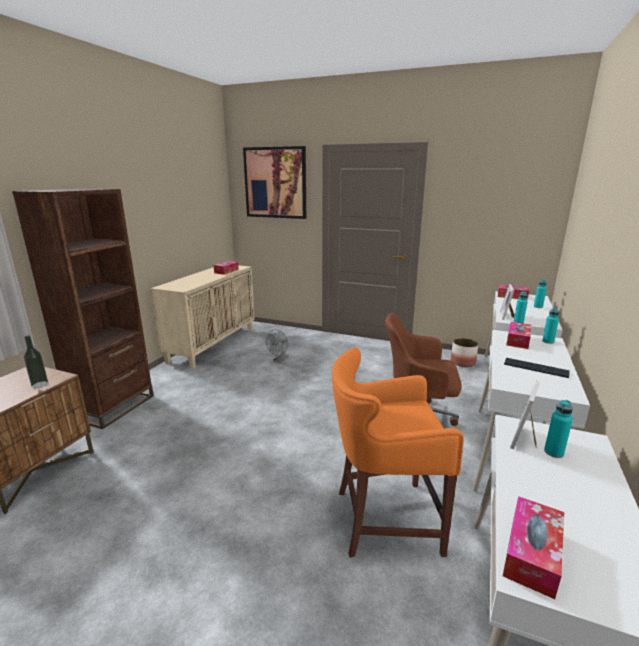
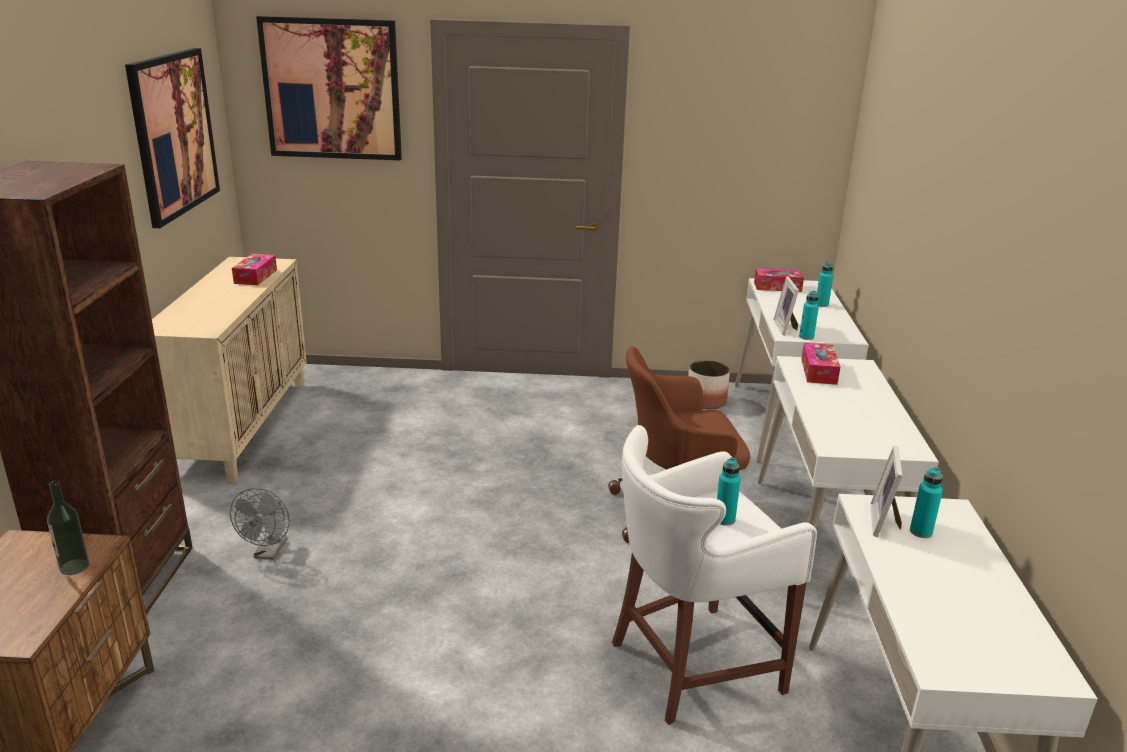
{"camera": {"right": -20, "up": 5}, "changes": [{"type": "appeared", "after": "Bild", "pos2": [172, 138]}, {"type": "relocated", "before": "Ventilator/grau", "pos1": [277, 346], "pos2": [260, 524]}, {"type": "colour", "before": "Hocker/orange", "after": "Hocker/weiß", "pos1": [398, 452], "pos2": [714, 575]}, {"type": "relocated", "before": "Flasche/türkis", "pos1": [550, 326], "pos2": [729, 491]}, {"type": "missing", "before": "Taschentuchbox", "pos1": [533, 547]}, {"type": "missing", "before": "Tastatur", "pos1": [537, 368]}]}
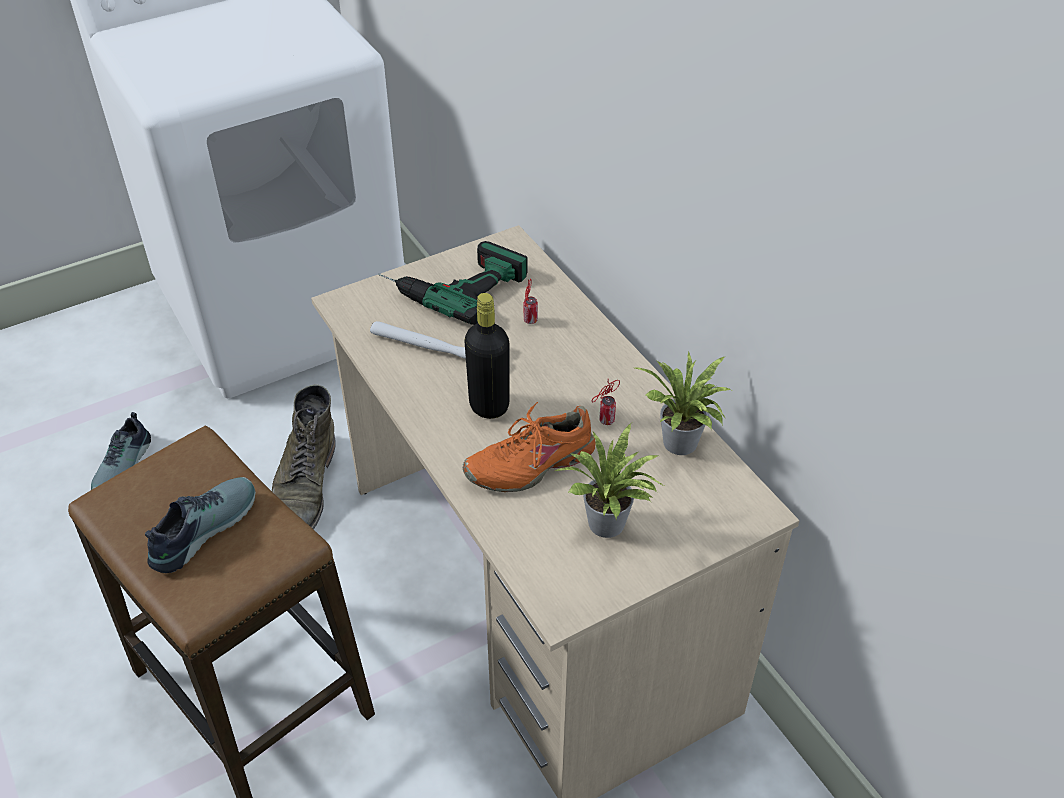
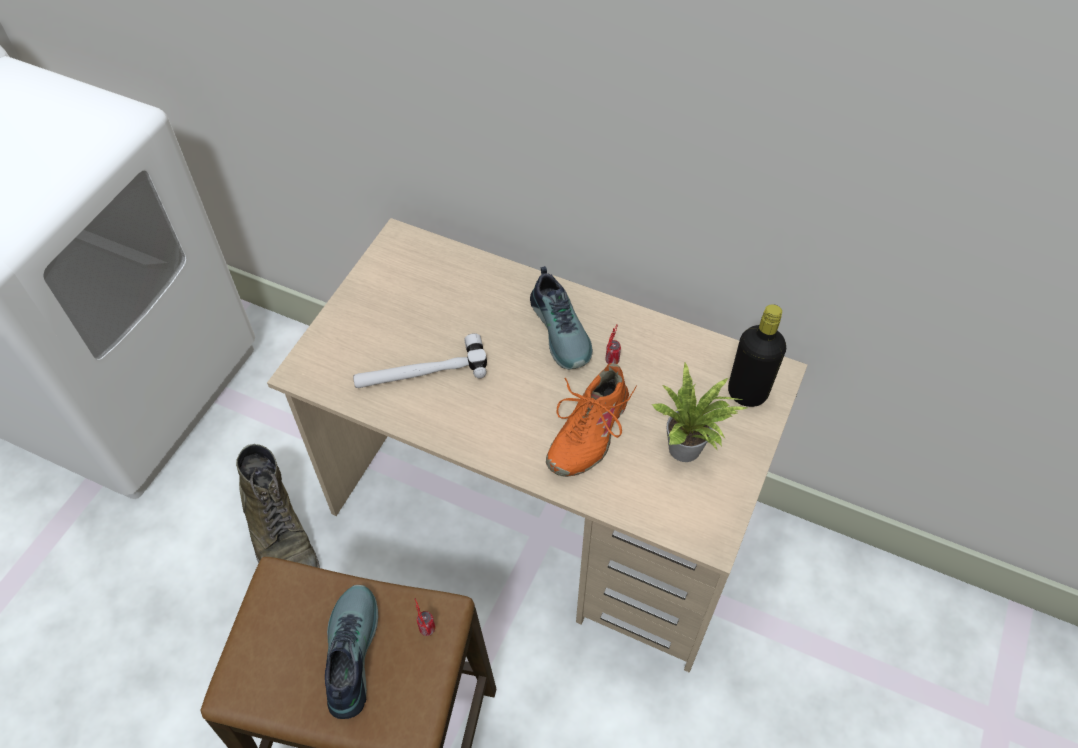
{"camera": {"right": -35, "up": 10}, "changes": [{"type": "relocated", "before": "Dose", "pos1": [531, 301], "pos2": [425, 617]}, {"type": "relocated", "before": "Schuh", "pos1": [121, 451], "pos2": [561, 318]}, {"type": "relocated", "before": "Flasche/schwarz", "pos1": [486, 356], "pos2": [757, 355]}, {"type": "missing", "before": "Bohrmaschine", "pos1": [453, 283]}, {"type": "missing", "before": "Topfpflanze", "pos1": [683, 403]}]}
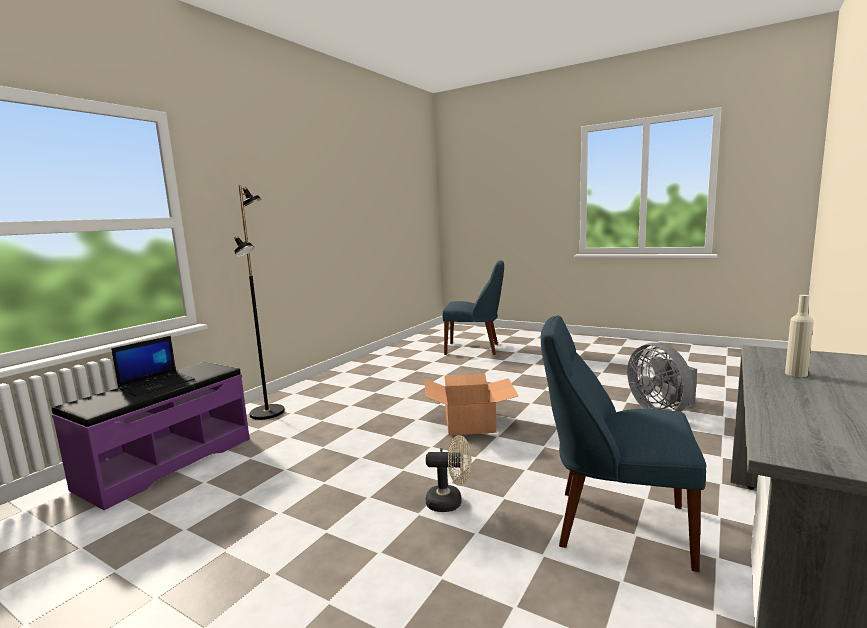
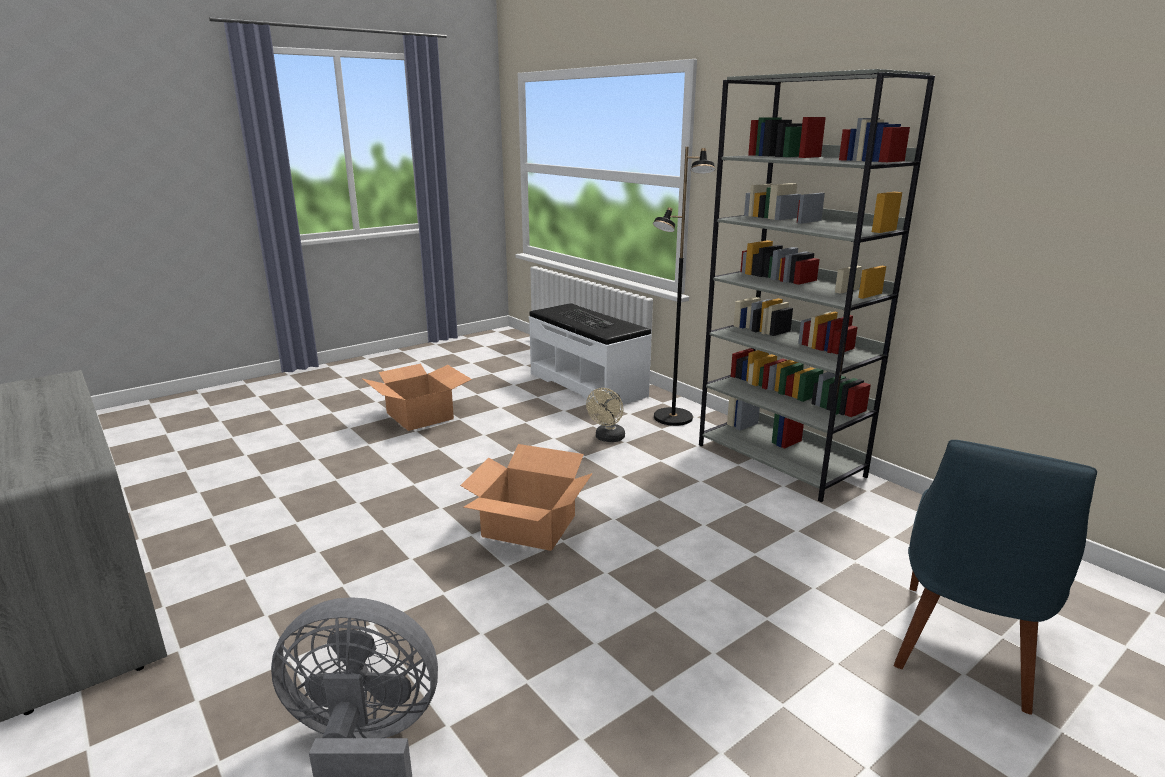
{"camera": {"right": 110, "up": 10}, "changes": [{"type": "appeared", "after": "Karton", "pos2": [417, 397]}, {"type": "colour", "before": "Bank/lila", "after": "Bank/weiß", "pos1": [151, 436], "pos2": [590, 354]}, {"type": "exchanged", "before": "Laptop", "after": "Tastatur", "pos1": [153, 366], "pos2": [587, 319]}, {"type": "relocated", "before": "Ventilator/beige", "pos1": [448, 473], "pos2": [605, 415]}, {"type": "appeared", "after": "Bücherregal/grau", "pos2": [817, 285]}, {"type": "missing", "before": "Stuhl/blau", "pos1": [623, 444]}, {"type": "missing", "before": "Flasche/beige", "pos1": [799, 336]}]}
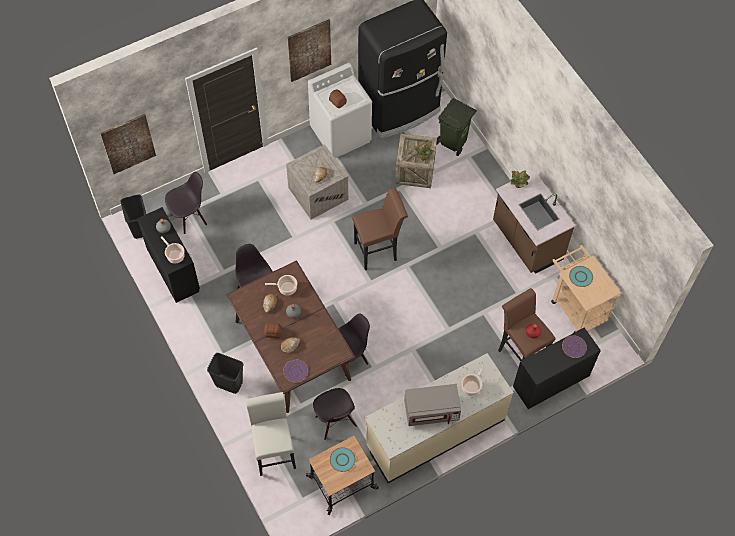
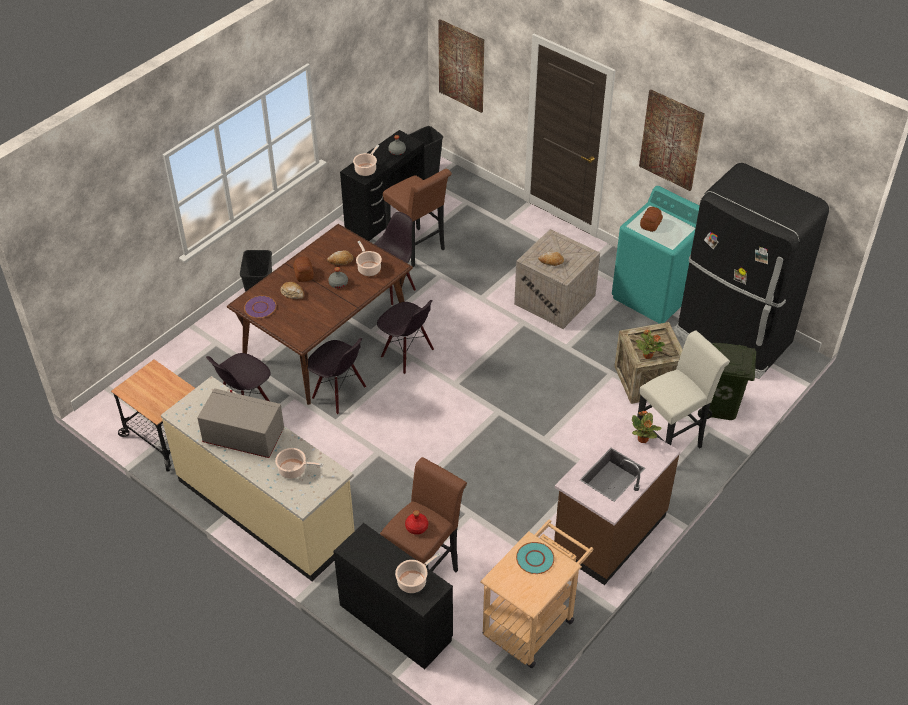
{"camera": {"right": 70, "up": -15}, "changes": [{"type": "spun", "before": "Mikrowelle/grau", "pos1": [432, 405], "pos2": [240, 423], "turn": 135}, {"type": "relocated", "before": "Stuhl/schwarz", "pos1": [186, 203], "pos2": [405, 337]}, {"type": "relocated", "before": "Hocker/braun", "pos1": [380, 229], "pos2": [417, 218]}, {"type": "exchanged", "before": "Teller/lila", "after": "Kochtopf", "pos1": [574, 346], "pos2": [418, 573]}, {"type": "colour", "before": "Waschmaschine/weiß", "after": "Waschmaschine/türkis", "pos1": [340, 110], "pos2": [655, 255]}, {"type": "relocated", "before": "Hocker/weiß", "pos1": [270, 434], "pos2": [683, 389]}, {"type": "missing", "before": "Teller/türkis", "pos1": [342, 459]}]}
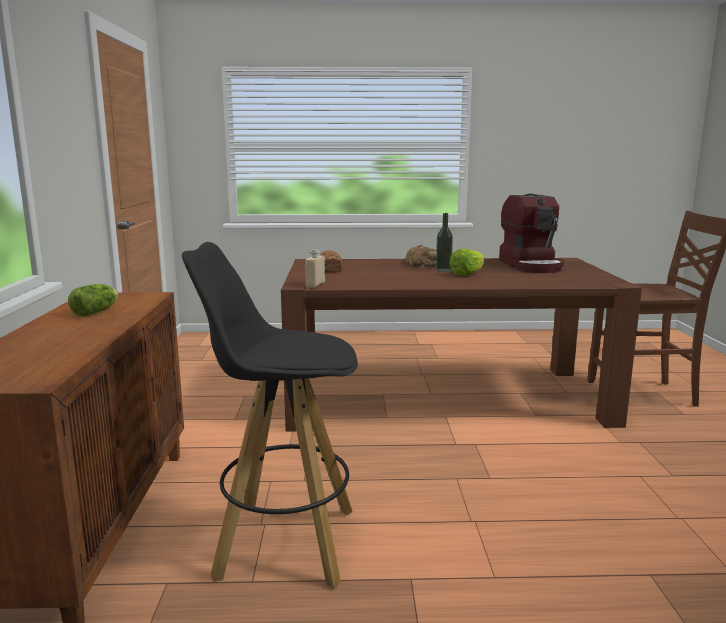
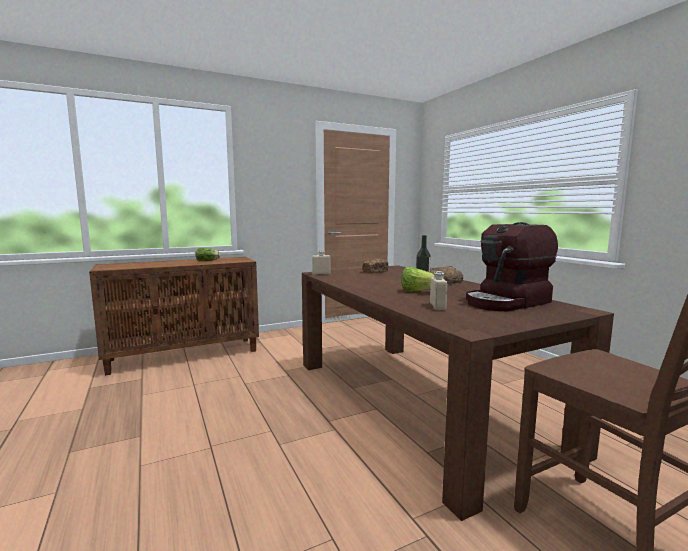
{"camera": {"right": 65, "up": -5}, "changes": [{"type": "appeared", "after": "Flasche/beige", "pos2": [438, 290]}, {"type": "missing", "before": "Hocker/schwarz", "pos1": [270, 415]}]}
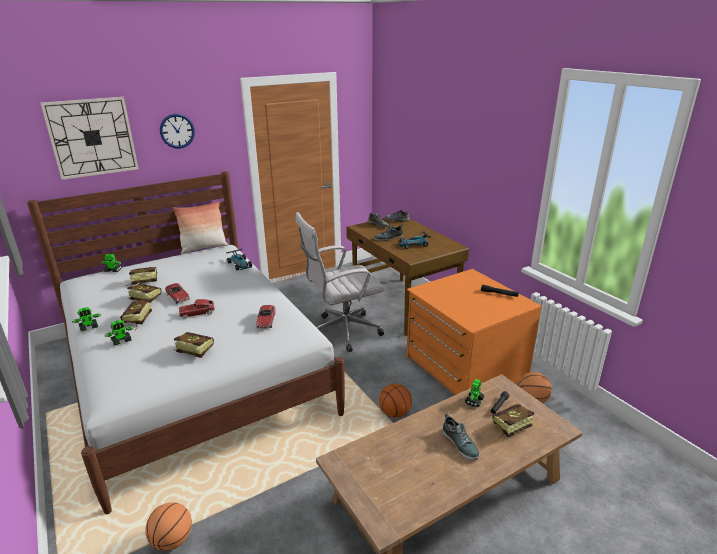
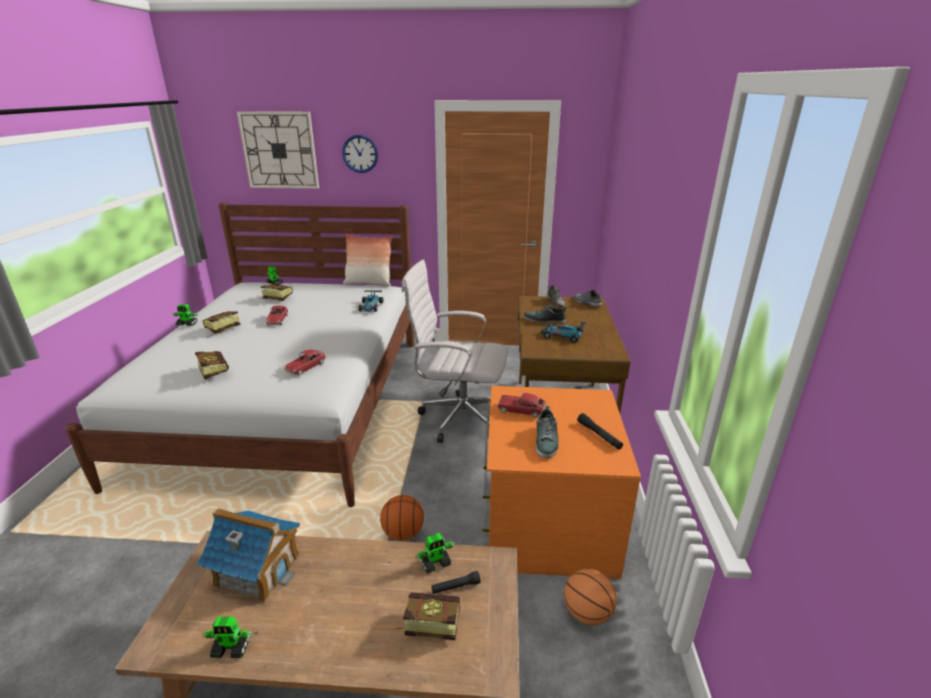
{"camera": {"right": 35, "up": 0}, "changes": [{"type": "appeared", "after": "Spielzeughaus", "pos2": [248, 555]}, {"type": "relocated", "before": "Spielzeugroboter", "pos1": [119, 333], "pos2": [228, 637]}, {"type": "relocated", "before": "Spielzeugauto", "pos1": [197, 309], "pos2": [521, 405]}, {"type": "relocated", "before": "Schuh", "pos1": [460, 437], "pos2": [547, 432]}, {"type": "missing", "before": "Buch", "pos1": [144, 293]}, {"type": "missing", "before": "Basketball", "pos1": [168, 526]}]}
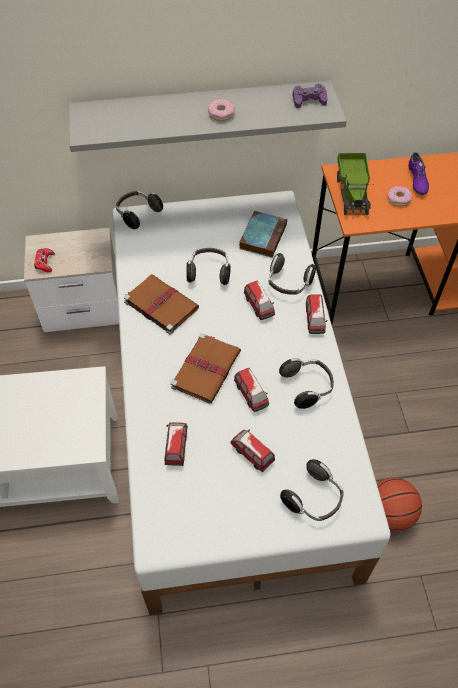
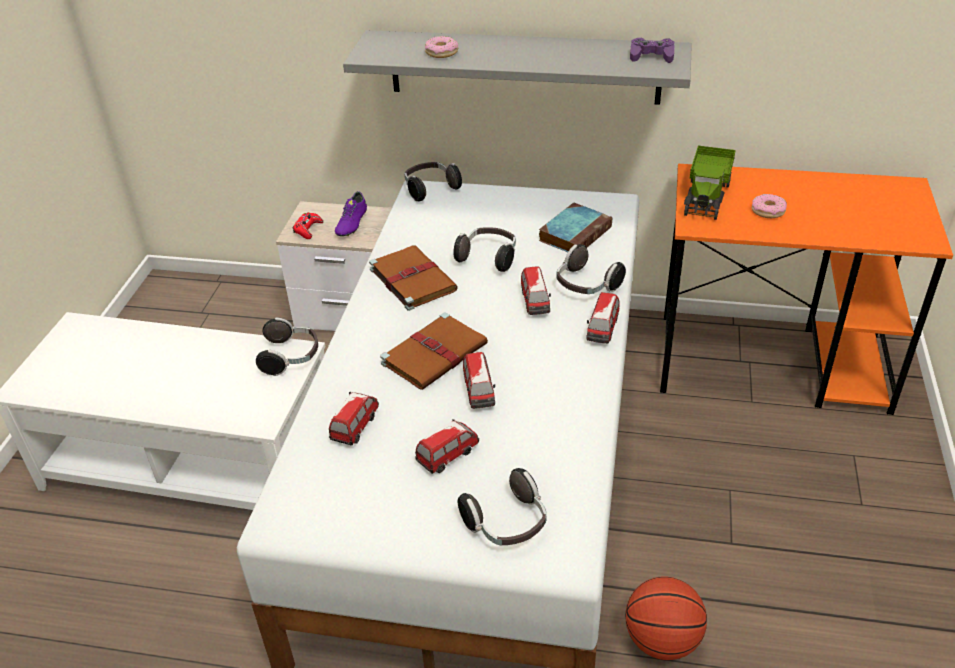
{"camera": {"right": 20, "up": -15}, "changes": [{"type": "relocated", "before": "Kopfhörer", "pos1": [306, 383], "pos2": [287, 346]}, {"type": "relocated", "before": "Schuh/lila", "pos1": [419, 173], "pos2": [351, 213]}, {"type": "spun", "before": "Spielzeugauto", "pos1": [252, 450], "pos2": [447, 446], "turn": 75}, {"type": "relocated", "before": "Donut", "pos1": [221, 110], "pos2": [441, 47]}]}
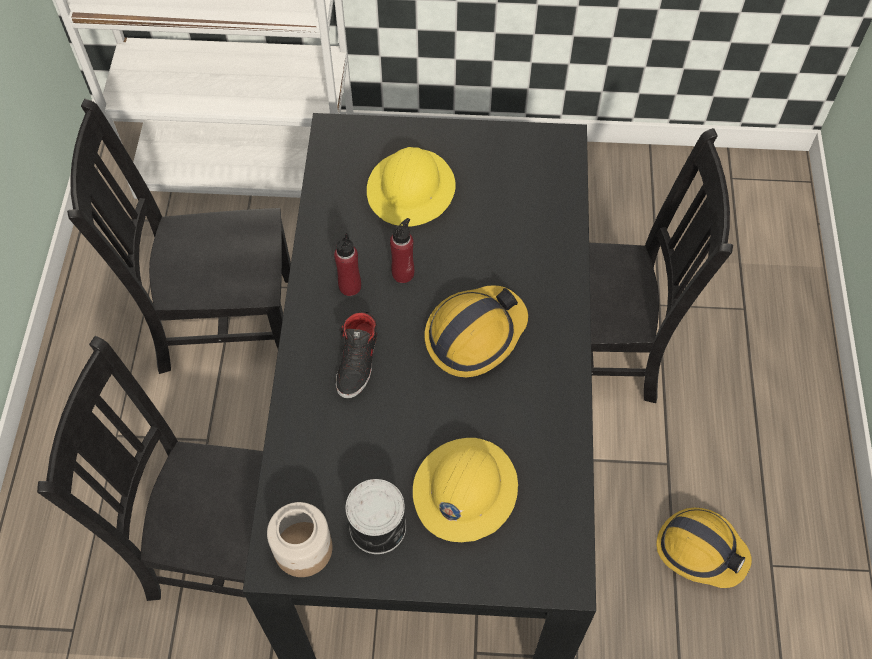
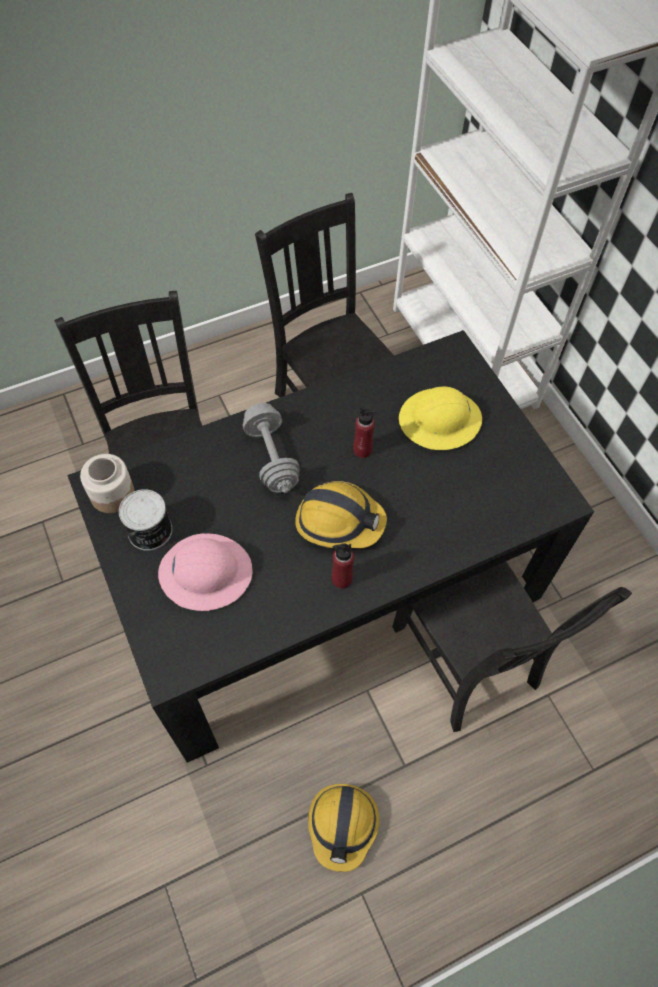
{"camera": {"right": 60, "up": 0}, "changes": [{"type": "colour", "before": "Schutzhelm/gelb", "after": "Schutzhelm/rosa", "pos1": [465, 490], "pos2": [205, 572]}, {"type": "exchanged", "before": "Schuh/schwarz", "after": "Hantel/grau", "pos1": [357, 355], "pos2": [271, 448]}, {"type": "relocated", "before": "Flasche/rot", "pos1": [347, 264], "pos2": [343, 566]}]}
